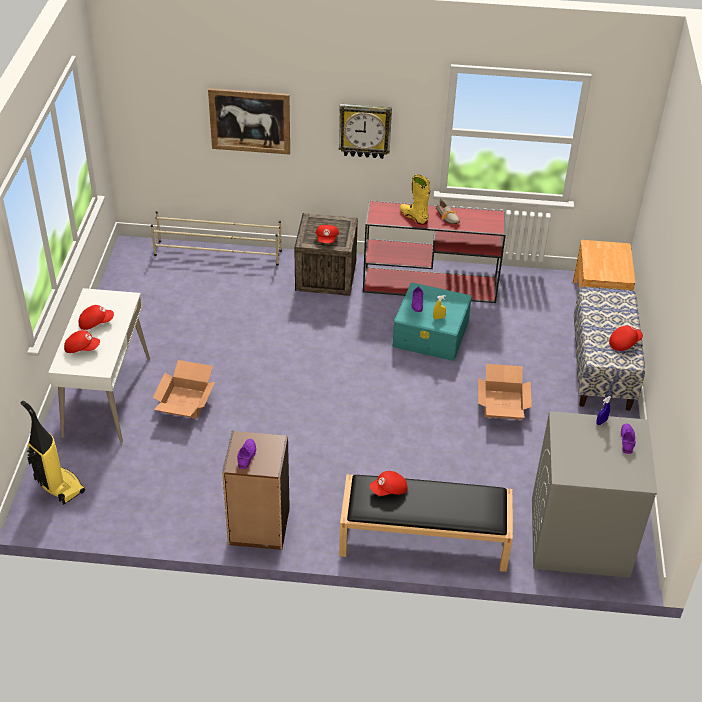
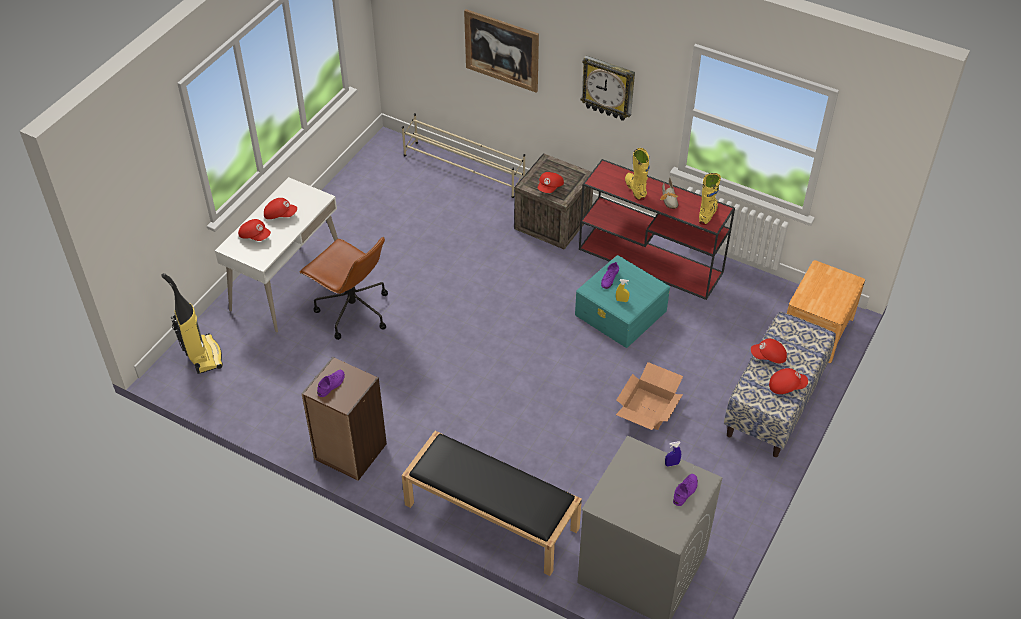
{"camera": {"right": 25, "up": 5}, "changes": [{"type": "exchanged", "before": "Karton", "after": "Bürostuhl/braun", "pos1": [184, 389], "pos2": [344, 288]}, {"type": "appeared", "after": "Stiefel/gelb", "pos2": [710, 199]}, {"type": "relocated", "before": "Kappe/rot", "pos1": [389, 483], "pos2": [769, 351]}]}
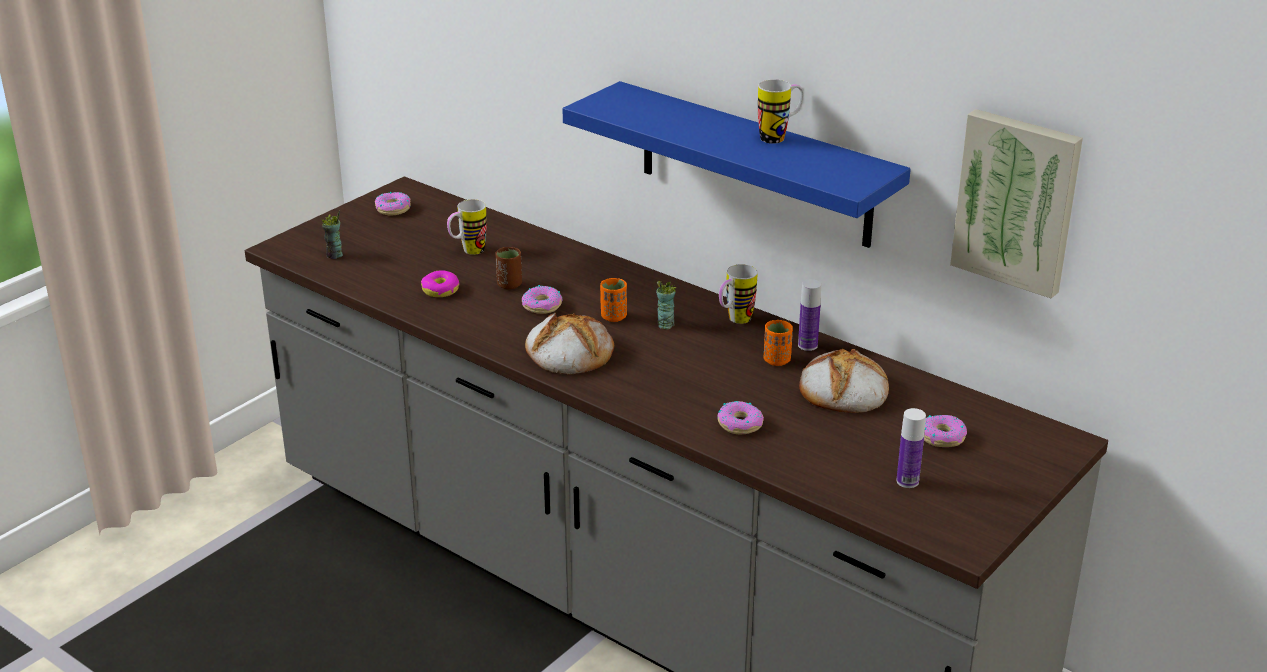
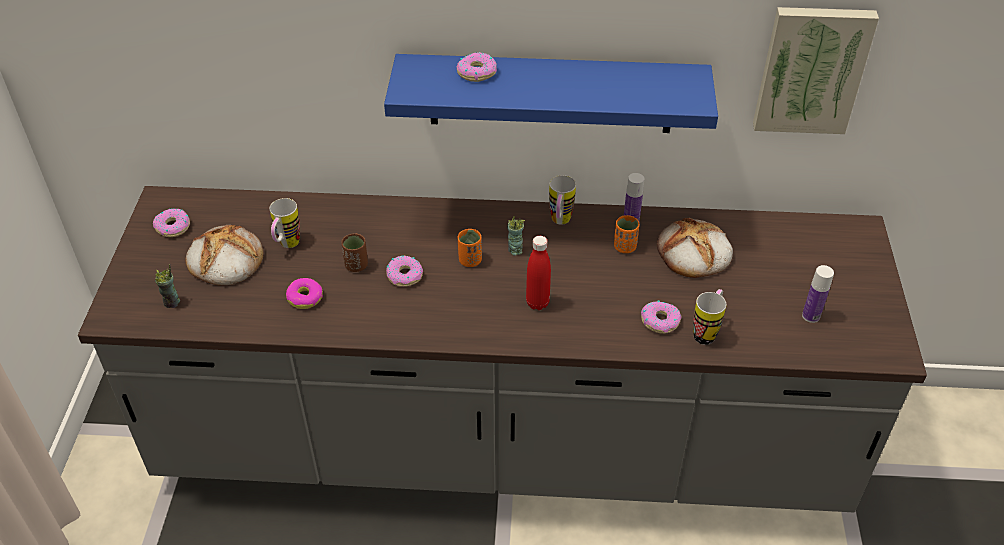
{"camera": {"right": -35, "up": 15}, "changes": [{"type": "relocated", "before": "Brot", "pos1": [569, 344], "pos2": [224, 255]}, {"type": "relocated", "before": "Donut", "pos1": [945, 431], "pos2": [477, 67]}, {"type": "appeared", "after": "Flasche/rot", "pos2": [538, 273]}, {"type": "relocated", "before": "Henkelbecher", "pos1": [781, 111], "pos2": [709, 317]}]}
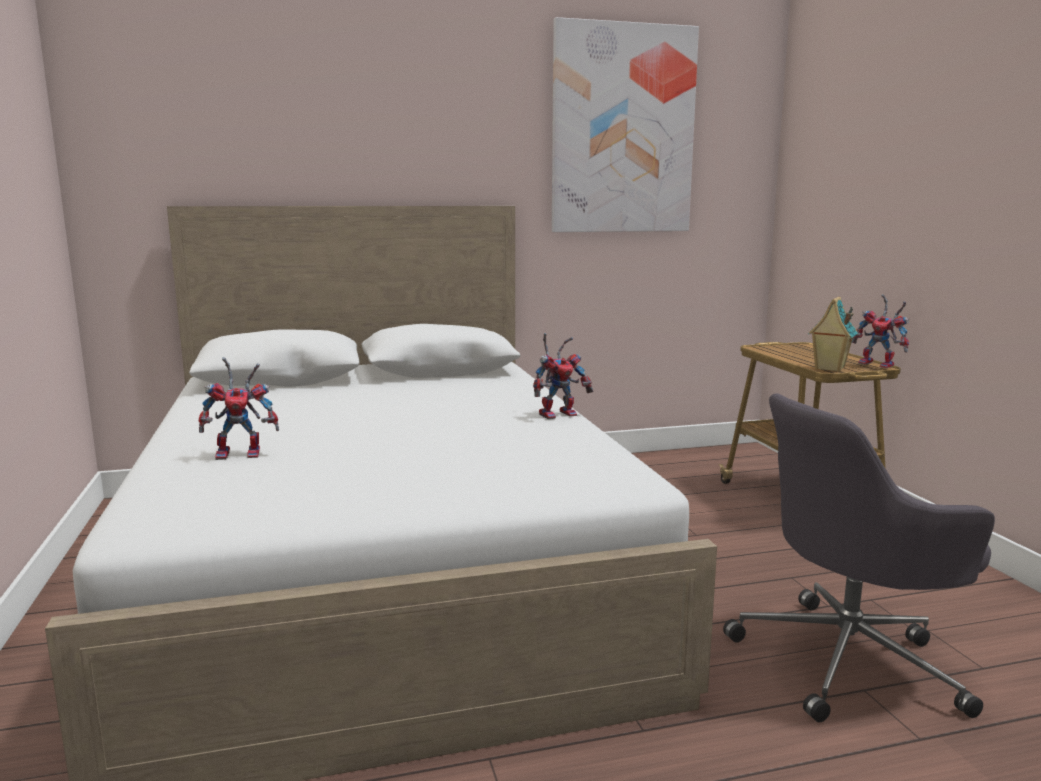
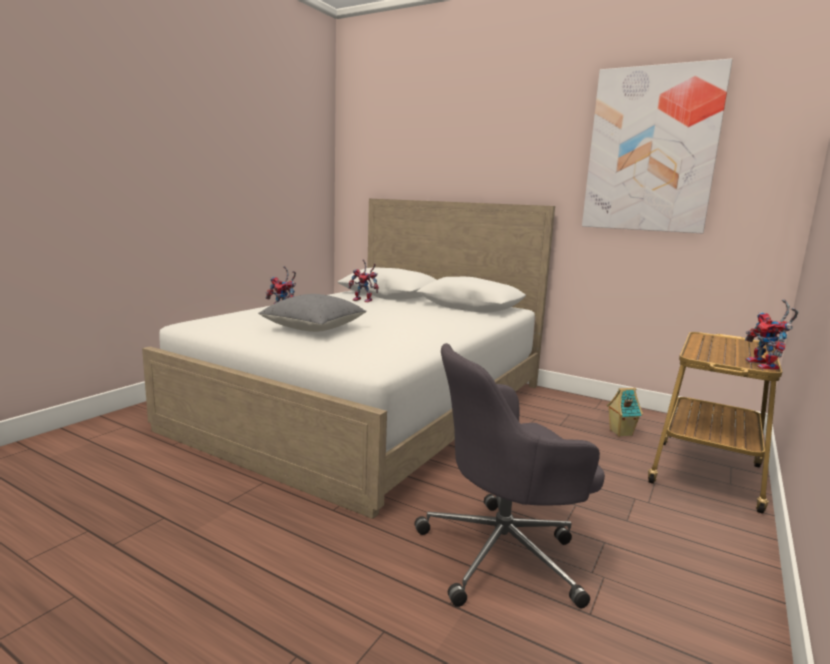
{"camera": {"right": 45, "up": 0}, "changes": [{"type": "appeared", "after": "Kissen/grau", "pos2": [312, 313]}, {"type": "relocated", "before": "Spielzeugroboter", "pos1": [563, 376], "pos2": [363, 281]}, {"type": "spun", "before": "Bürostuhl/grau", "pos1": [859, 557], "pos2": [509, 476], "turn": -45}, {"type": "relocated", "before": "Spielzeughaus", "pos1": [833, 334], "pos2": [624, 412]}]}
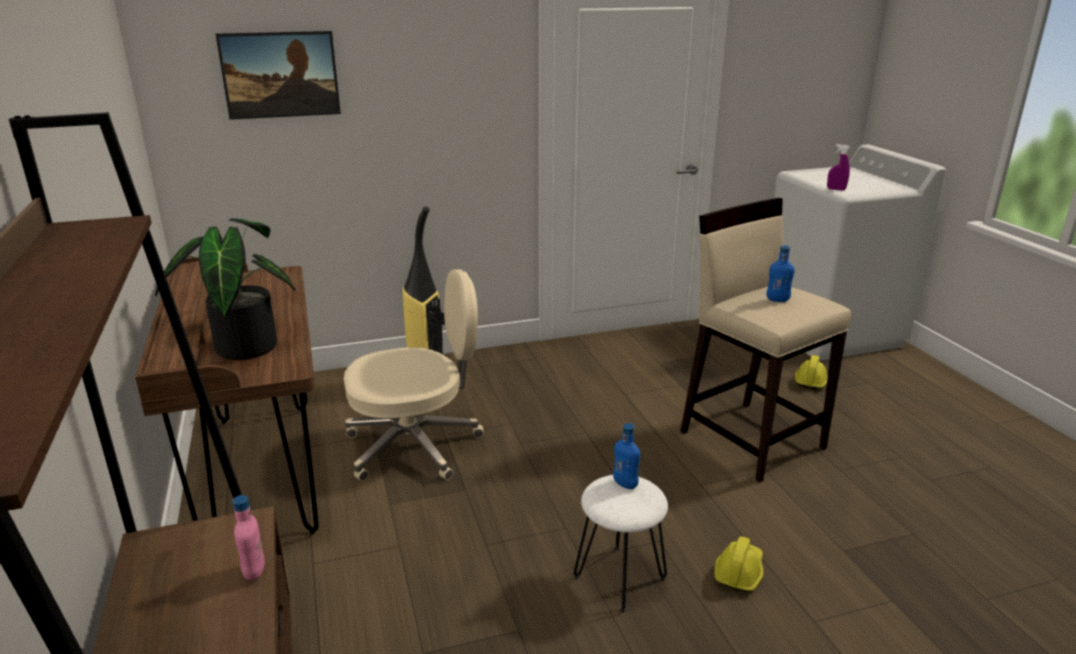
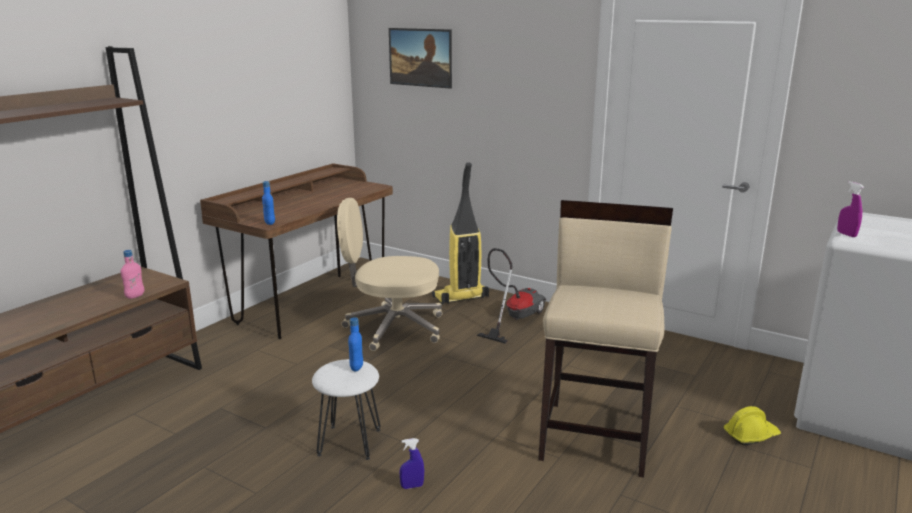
{"camera": {"right": 50, "up": -5}, "changes": [{"type": "relocated", "before": "Flasche/blau", "pos1": [780, 273], "pos2": [268, 203]}, {"type": "spun", "before": "Bürostuhl/beige", "pos1": [414, 375], "pos2": [389, 274], "turn": 150}, {"type": "exchanged", "before": "Schutzhelm/gelb", "after": "Sprühflasche/blau", "pos1": [739, 564], "pos2": [412, 463]}, {"type": "appeared", "after": "Staubsauger", "pos2": [511, 296]}, {"type": "missing", "before": "Topfpflanze", "pos1": [225, 289]}]}
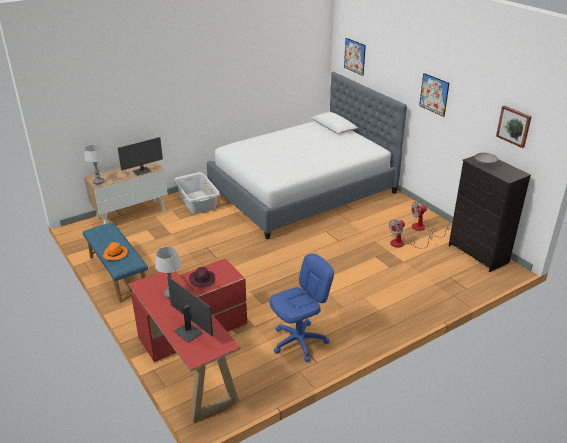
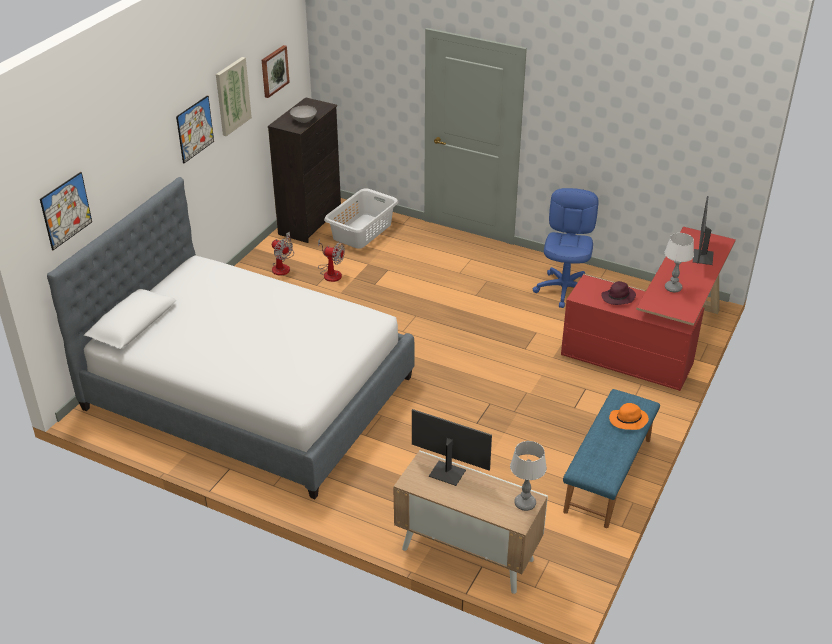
{"camera": {"right": -120, "up": 5}, "changes": [{"type": "appeared", "after": "Bild", "pos2": [234, 96]}, {"type": "relocated", "before": "Wäschekorb/grau", "pos1": [197, 193], "pos2": [361, 218]}, {"type": "spun", "before": "Bürostuhl/blau", "pos1": [302, 307], "pos2": [566, 248], "turn": 75}]}
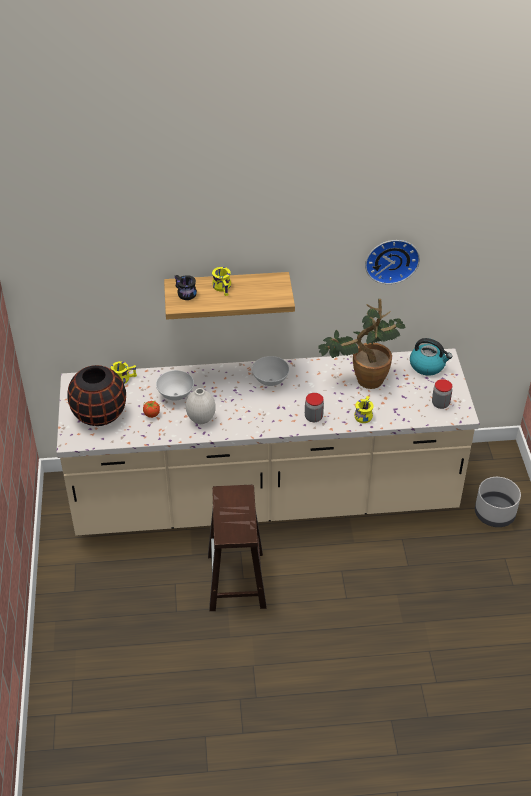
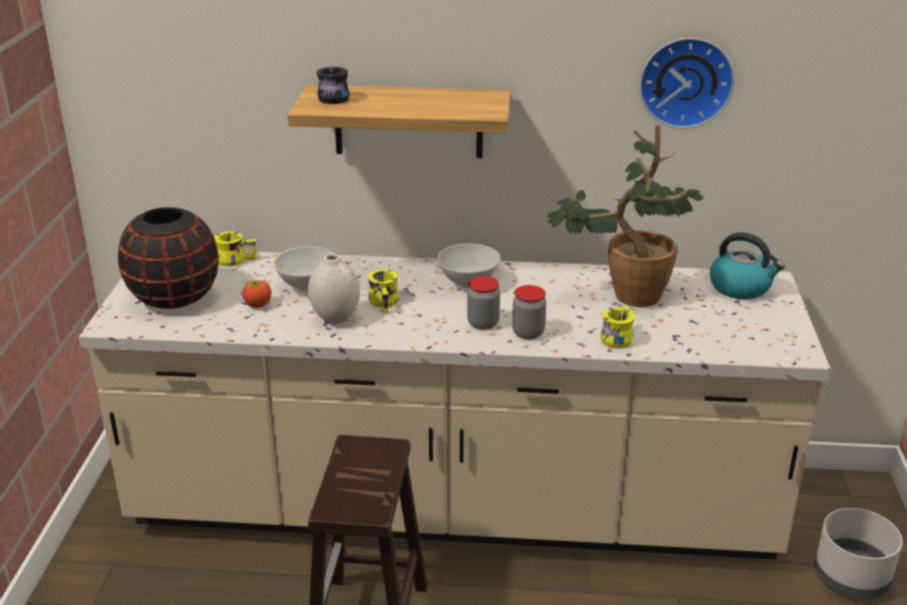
{"camera": {"right": 10, "up": -15}, "changes": [{"type": "relocated", "before": "Henkelbecher/gelb", "pos1": [221, 281], "pos2": [383, 291]}, {"type": "relocated", "before": "Vorratsglas", "pos1": [442, 394], "pos2": [483, 303]}]}
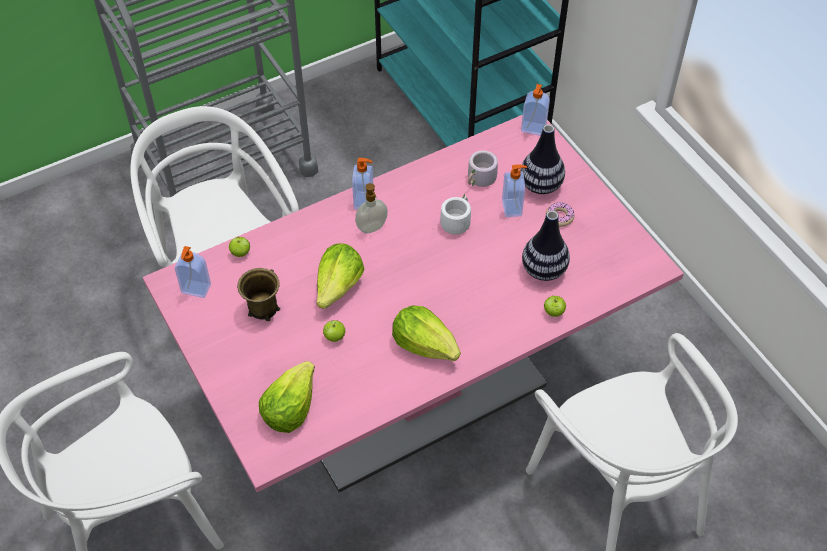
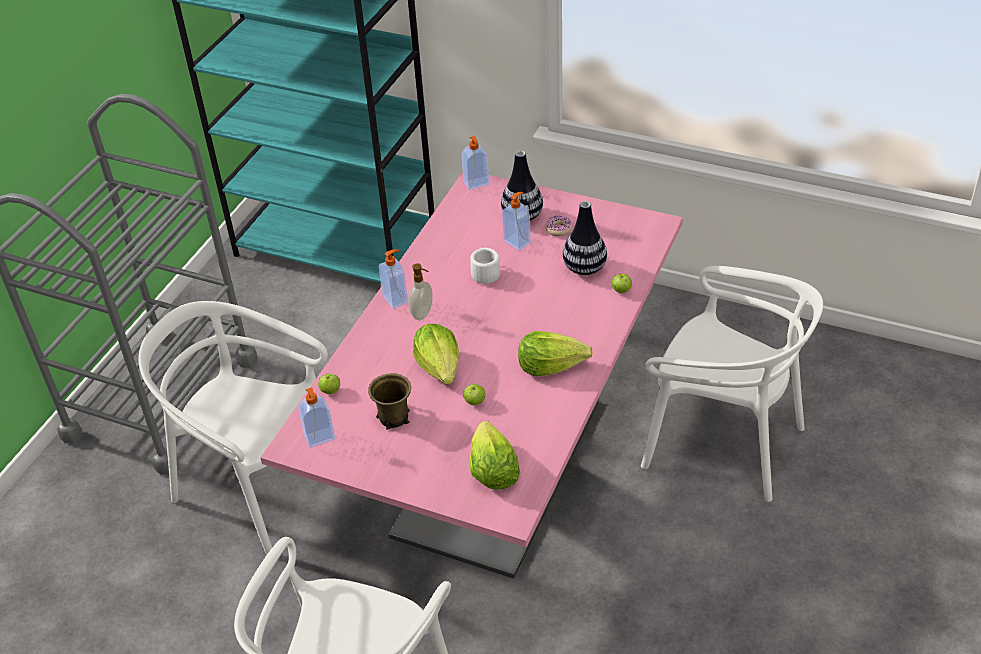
{"camera": {"right": -35, "up": -10}, "changes": [{"type": "missing", "before": "Henkelbecher/grau", "pos1": [485, 168]}]}
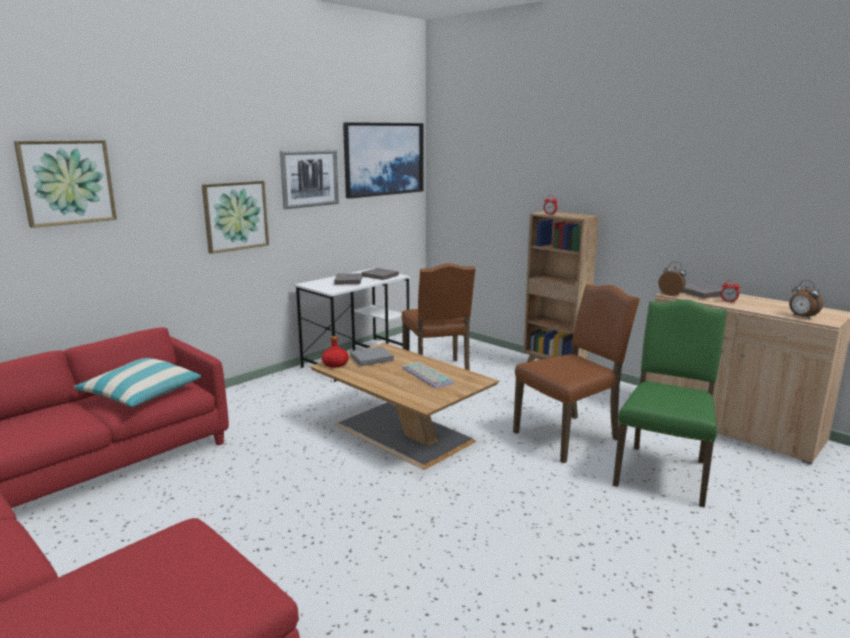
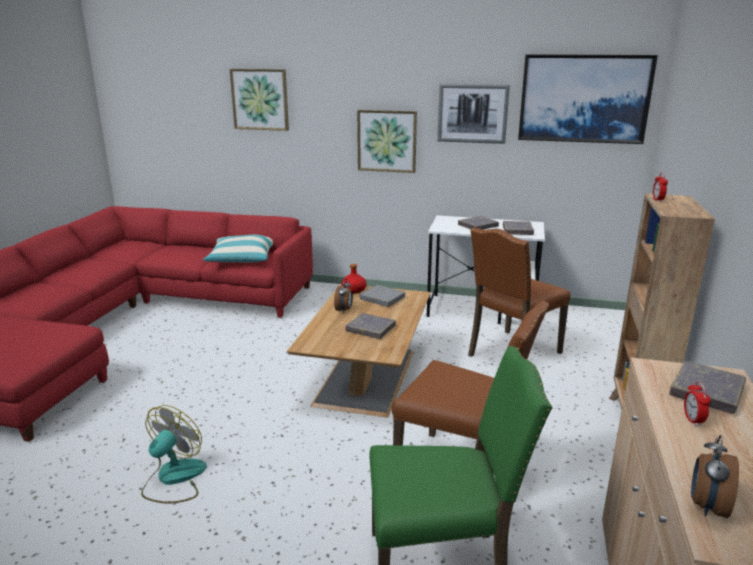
{"camera": {"right": 60, "up": 5}, "changes": [{"type": "appeared", "after": "Ventilator", "pos2": [174, 454]}, {"type": "relocated", "before": "Wecker", "pos1": [672, 279], "pos2": [343, 295]}, {"type": "exchanged", "before": "Tastatur", "after": "Buch/grau", "pos1": [428, 375], "pos2": [370, 326]}]}
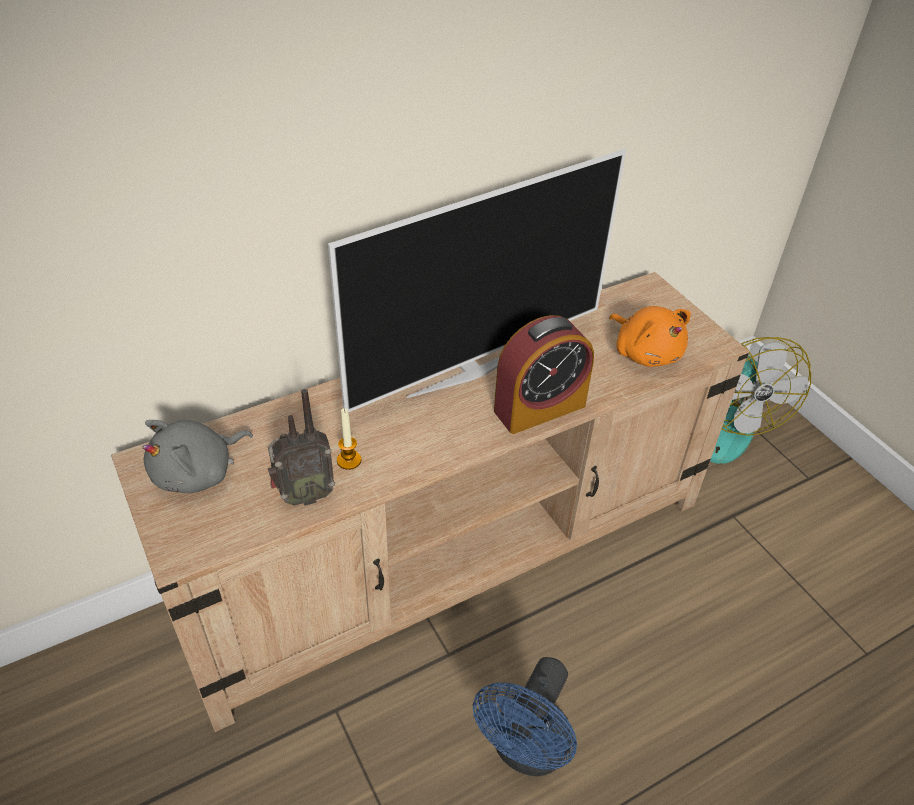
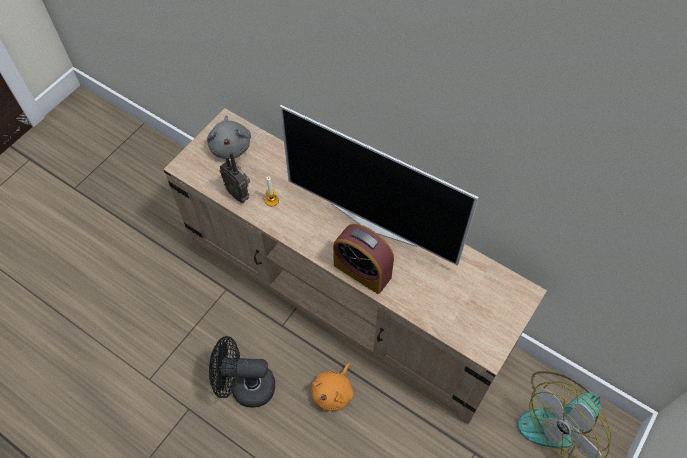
{"camera": {"right": 65, "up": 15}, "changes": [{"type": "spun", "before": "Plüschtier/grau", "pos1": [198, 456], "pos2": [229, 137], "turn": -120}, {"type": "colour", "before": "Ventilator/blau", "after": "Ventilator/schwarz", "pos1": [525, 716], "pos2": [242, 372]}, {"type": "relocated", "before": "Plüschtier/orange", "pos1": [650, 336], "pos2": [332, 387]}]}
